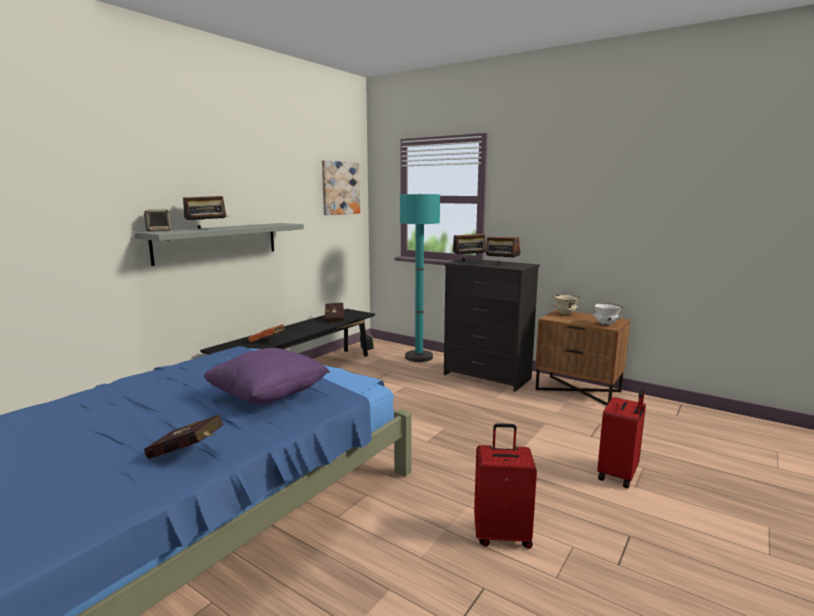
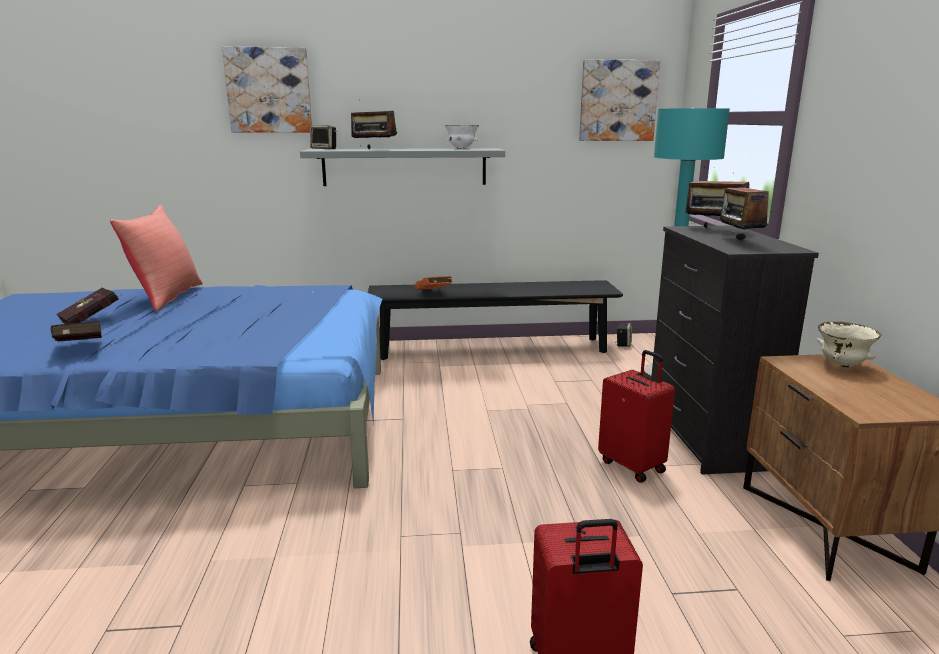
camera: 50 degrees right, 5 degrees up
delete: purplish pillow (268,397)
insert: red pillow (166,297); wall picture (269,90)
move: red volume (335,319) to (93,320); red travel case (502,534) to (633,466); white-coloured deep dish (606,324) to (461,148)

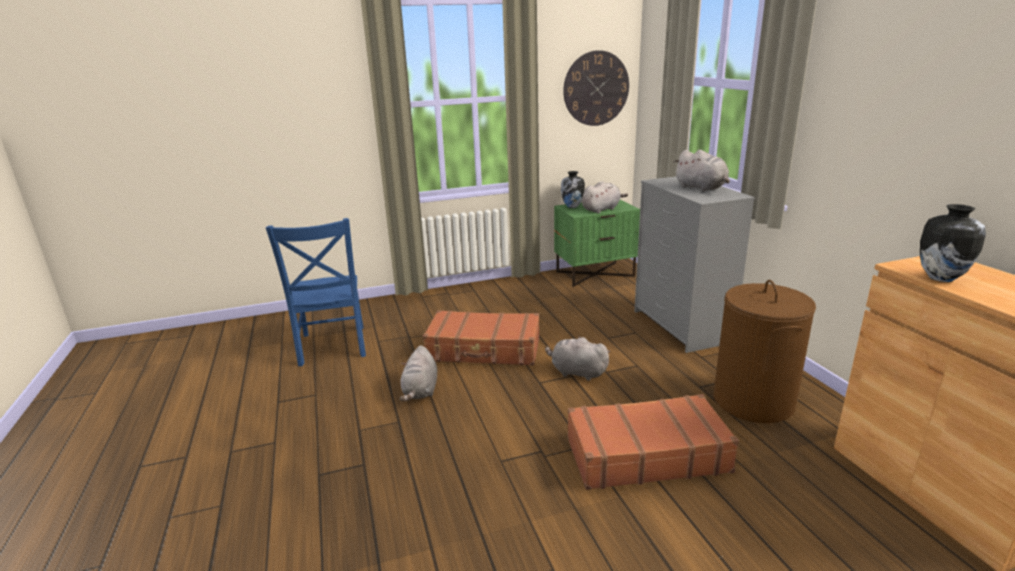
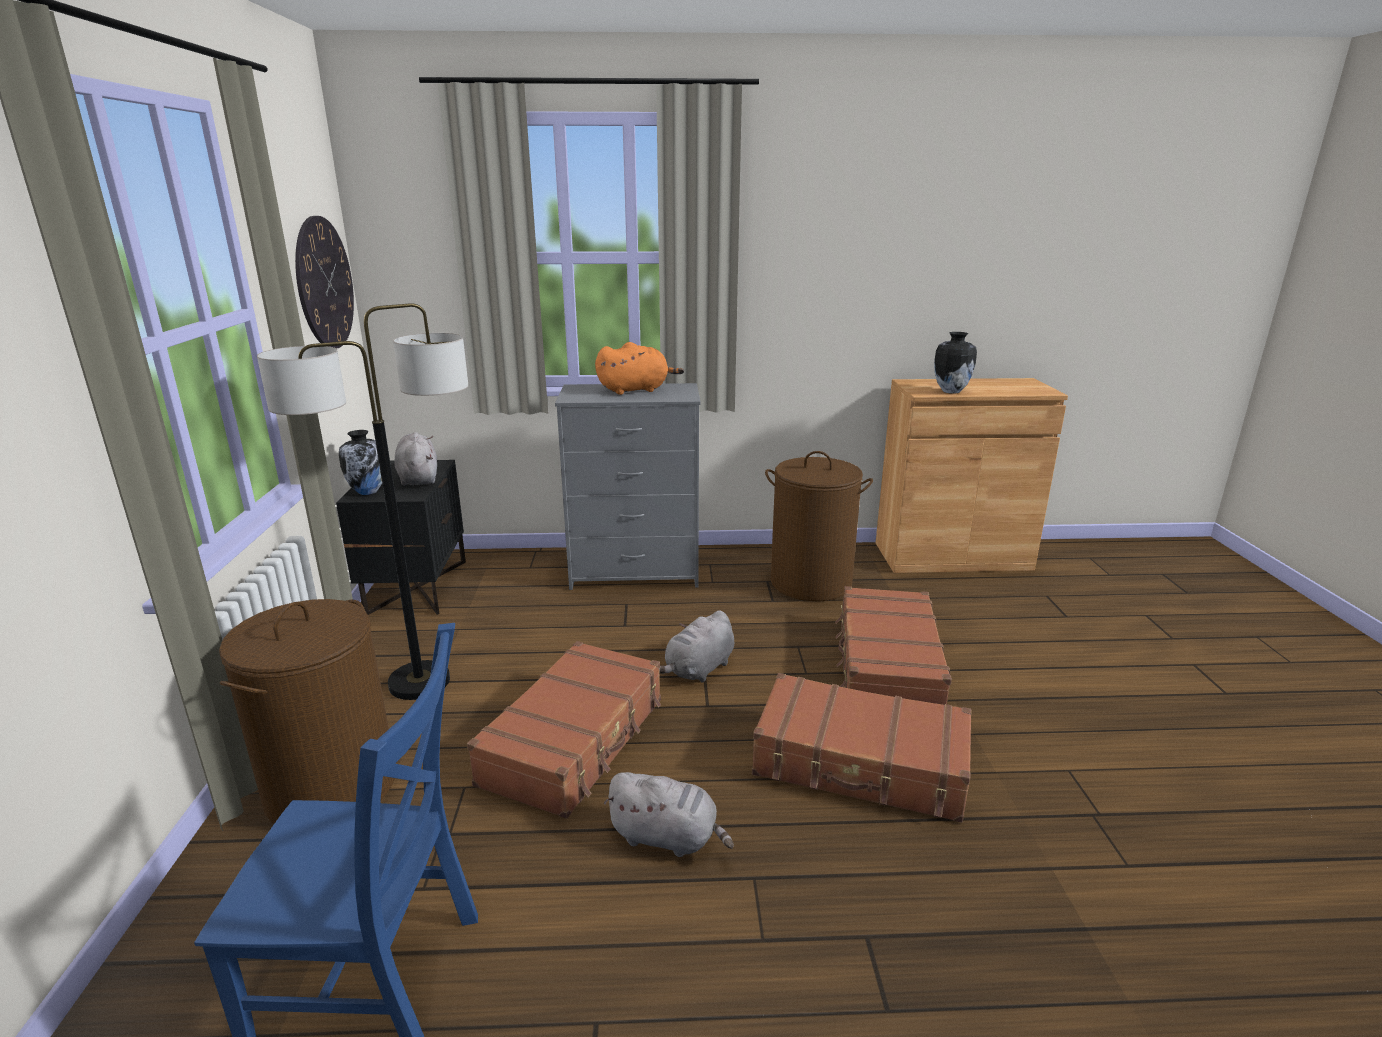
camera: 75 degrees left, 0 degrees up
insert: brown-coloured washing basket (331,787); floor lamp (419,682); brown-coloured travel case (860,764)
recolor: green-coloured nightstand (595,273) to black nightstand (416,587); gray cuddly toy (702,188) to orange-coloured cuddly toy (636,390)

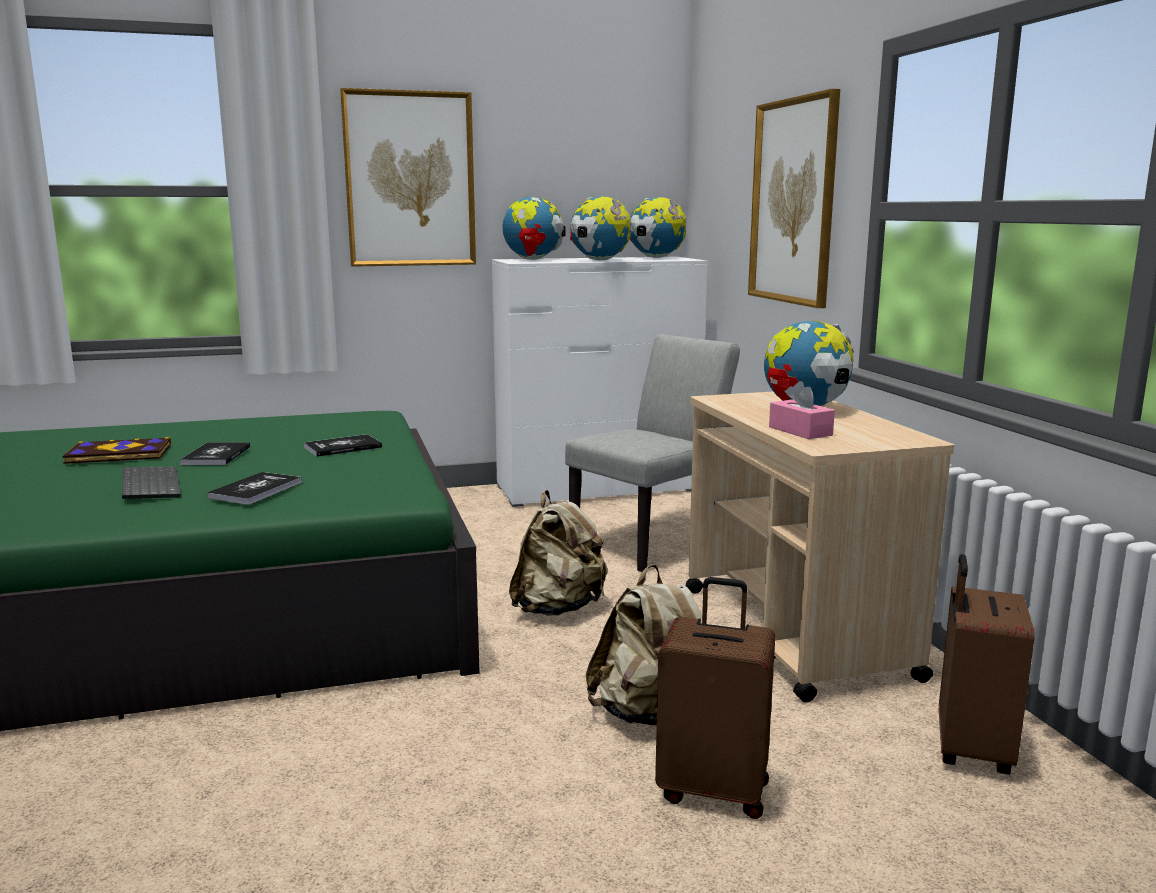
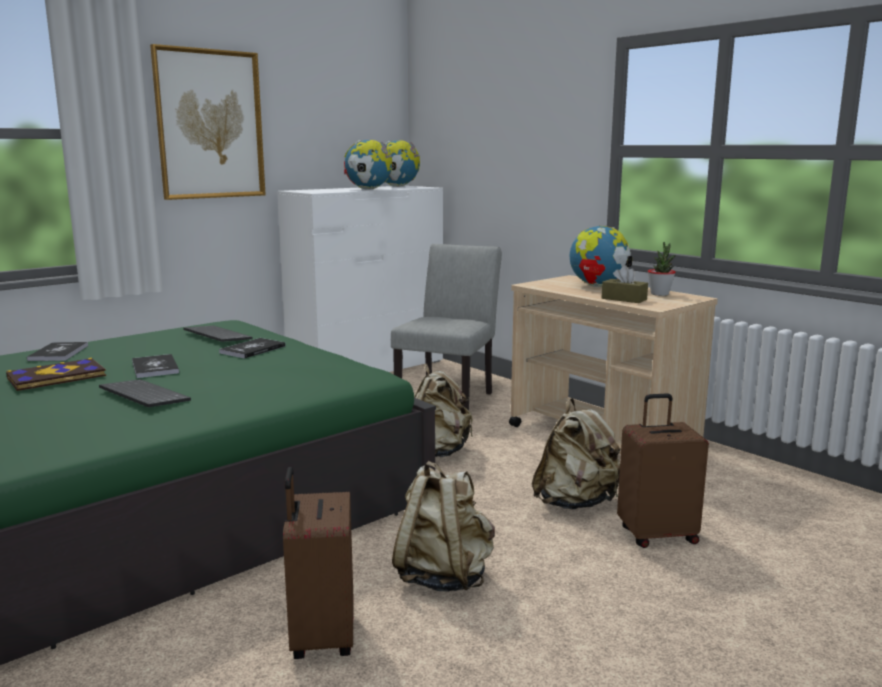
camera: 25 degrees left, 0 degrees up
delete: world globe (533,259); wall picture (793,202)
insert: computer keyboard (215,336); beige-coloured rucksack (444,576); plant in a pot (660,294)
move: volume (255,490) to (58,353); brown-coloured travel case (969,749) to (320,637)
recolor: pink-coloured tissue box (800,431) to brown-coloured tissue box (624,299)

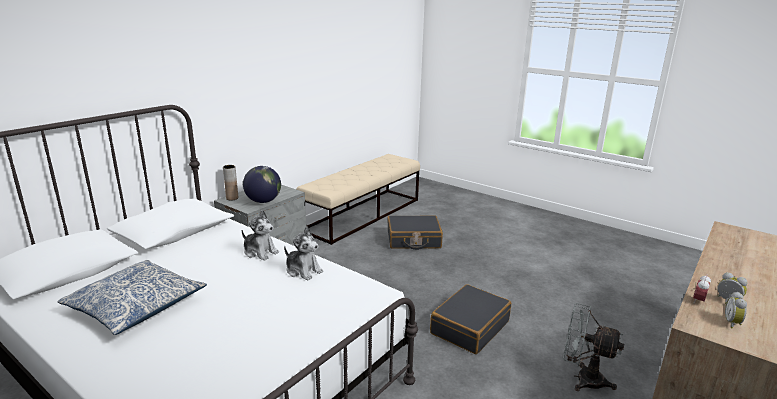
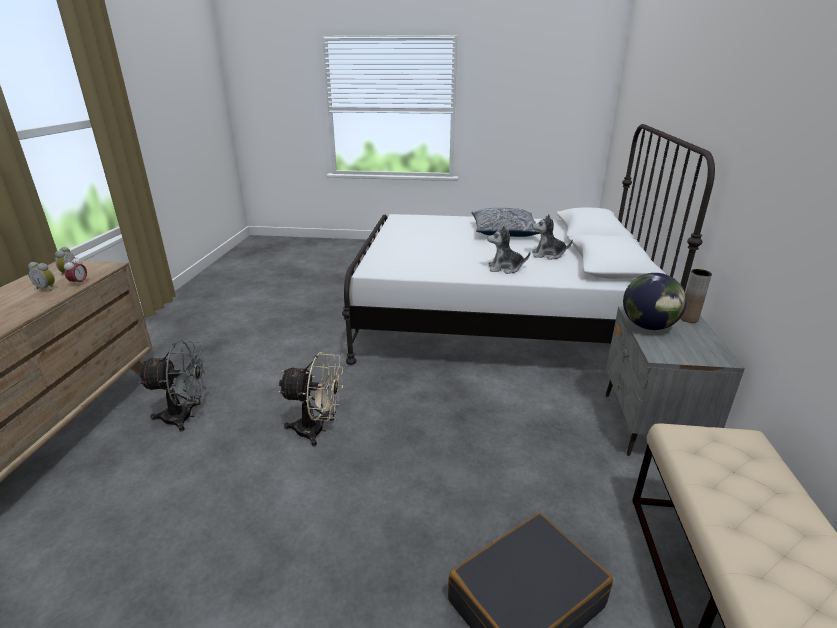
camera: 150 degrees right, 5 degrees up
move: cuddly toy (303,271) to (548,255)
replace: black travel case (469,327) to beige-coloured cooling fan (317,430)

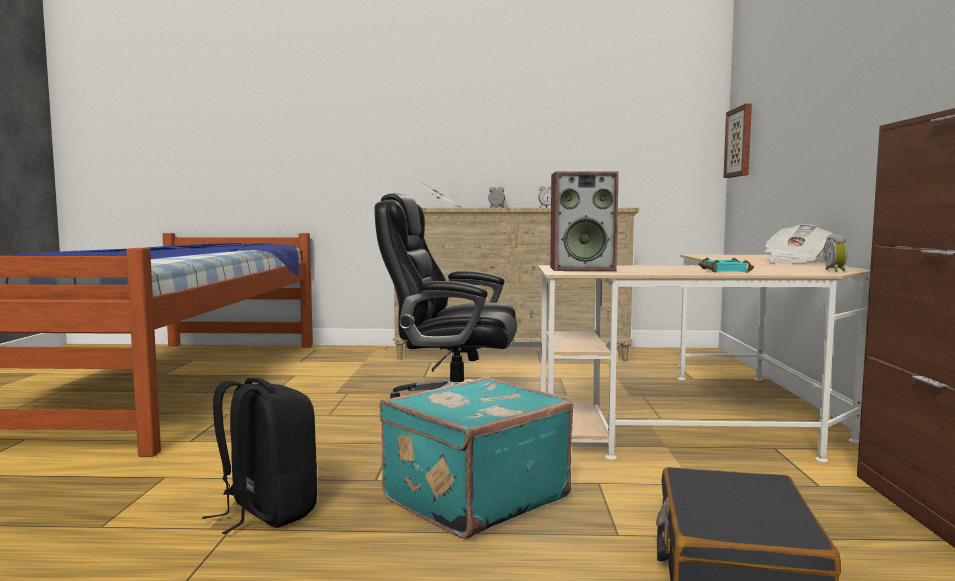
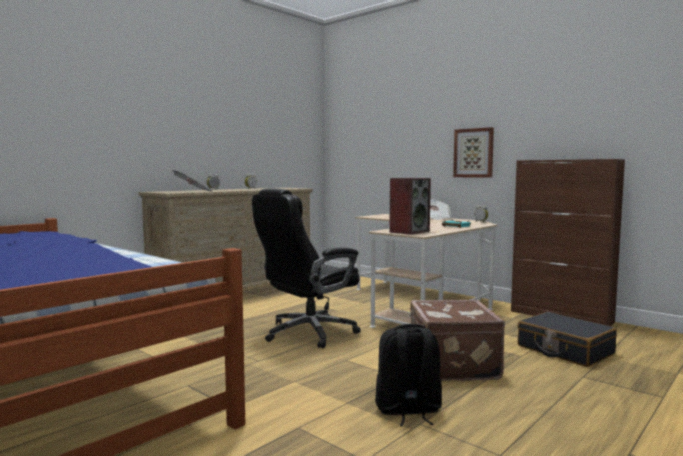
camera: 50 degrees left, 0 degrees up
move: wall picture (739,142) to (473,153)
recolor: turquoise travel case (473,497) to brown-coloured travel case (451,365)

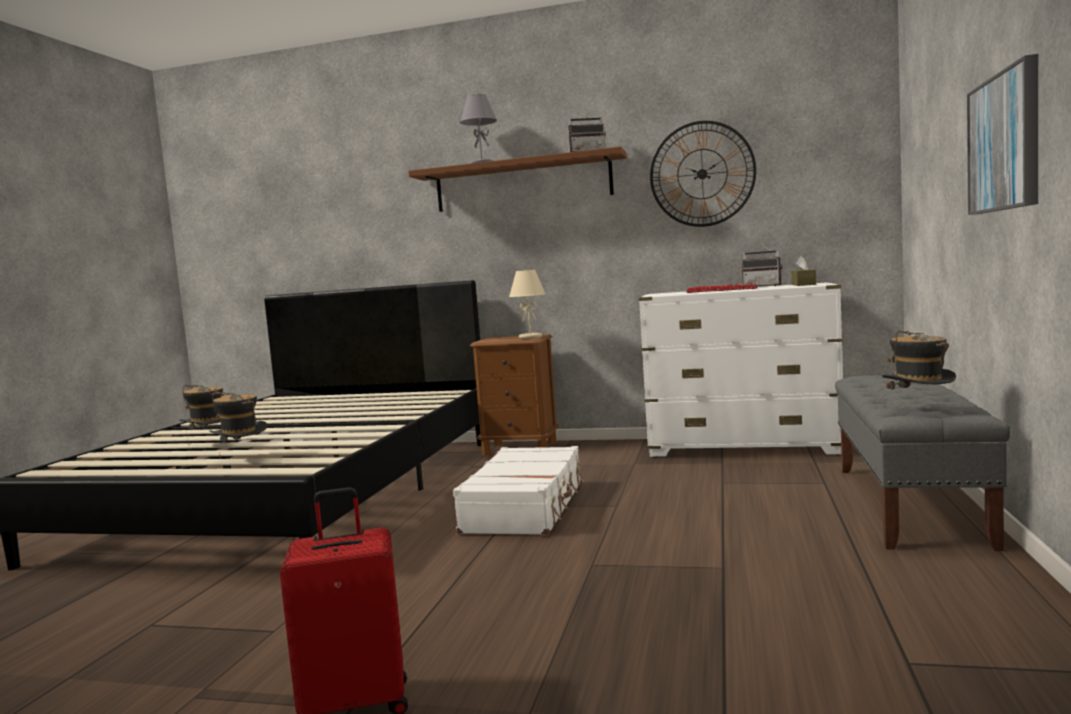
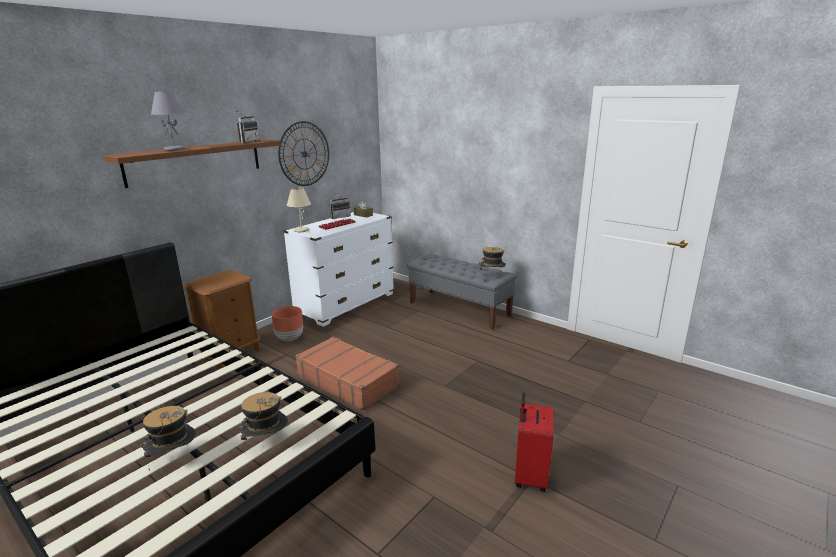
camera: 65 degrees left, 15 degrees up
delete: wall picture (1005,143)
insert: brown-coloured flower pot (289,338)
move: beige-coloured lamp for a table (530,337) to (301,230)
recolor: white-coloured travel case (525,507) to brown-coloured travel case (348,380)

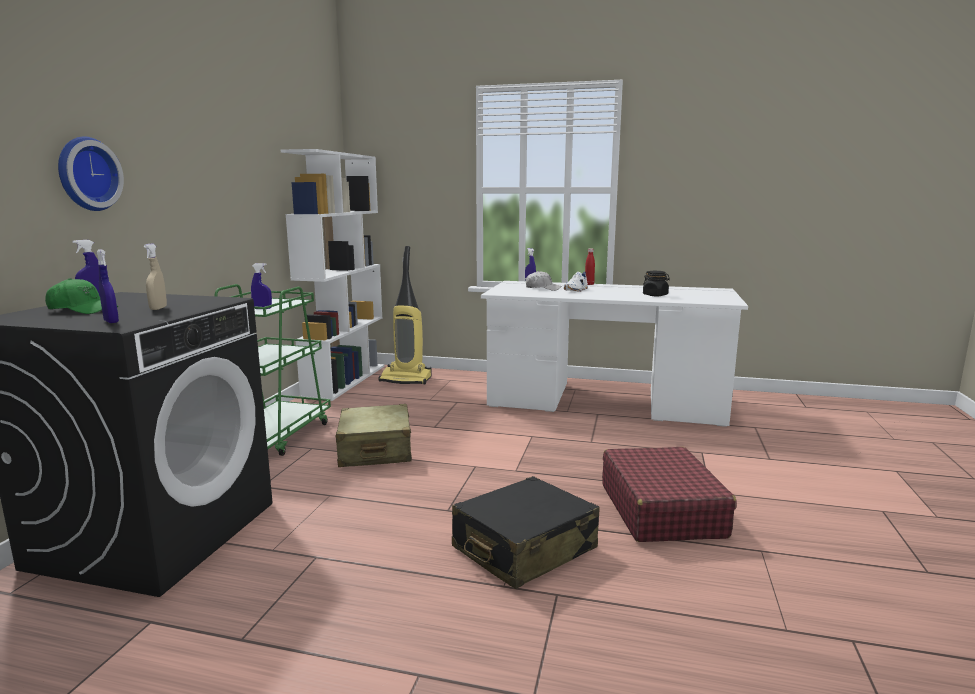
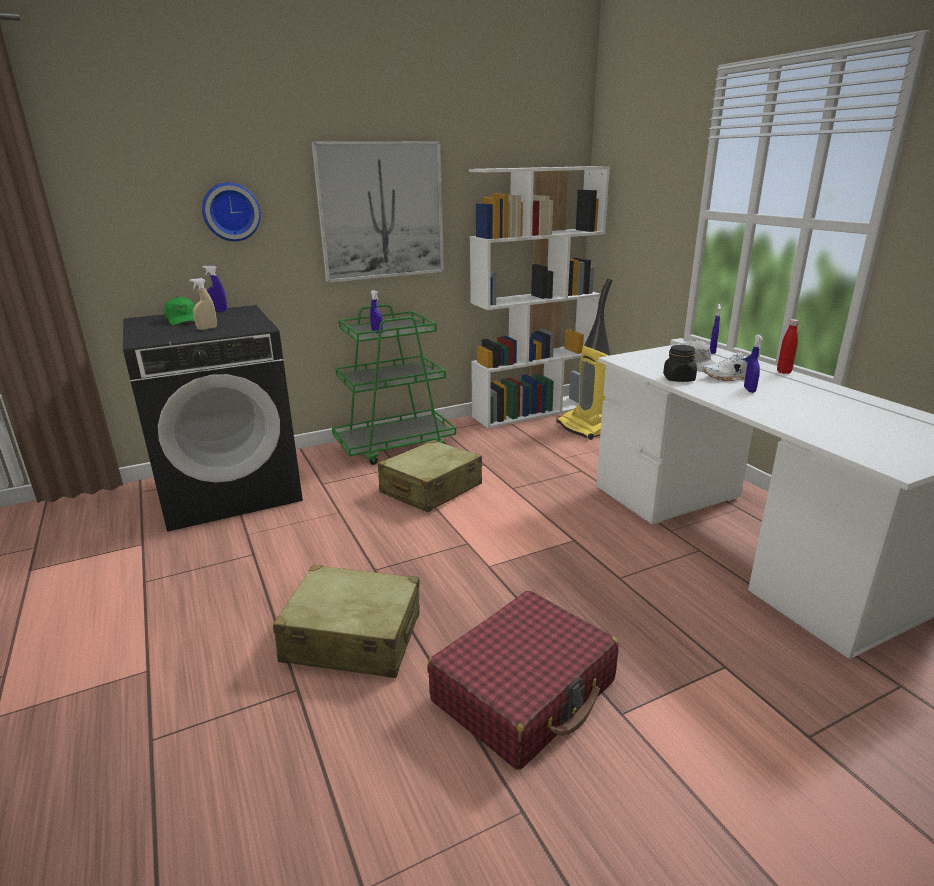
camera: 50 degrees right, 10 degrees up
insert: wall picture (381,211)
move: bluish spray bottle (111,321) to (749,390); black preserve jar (655,295) to (679,379)
recolor: black travel case (524,549) to beige-coloured travel case (353,637)

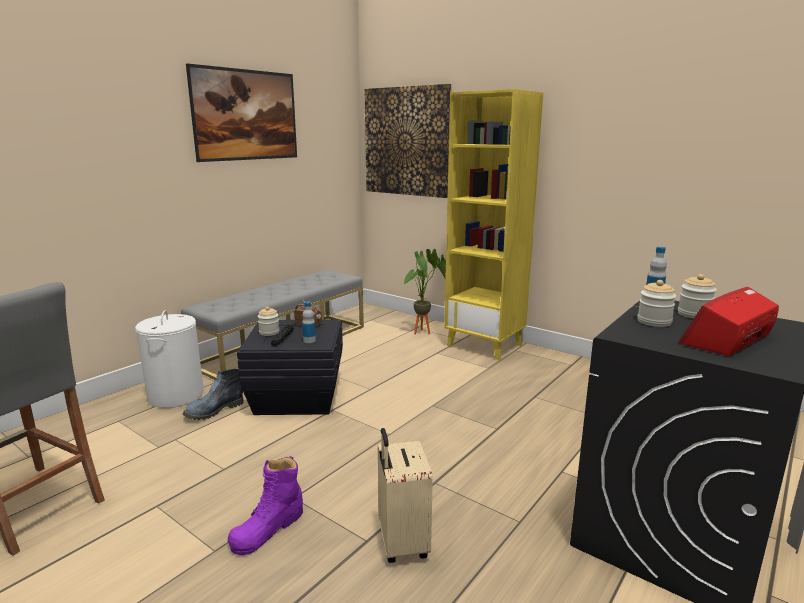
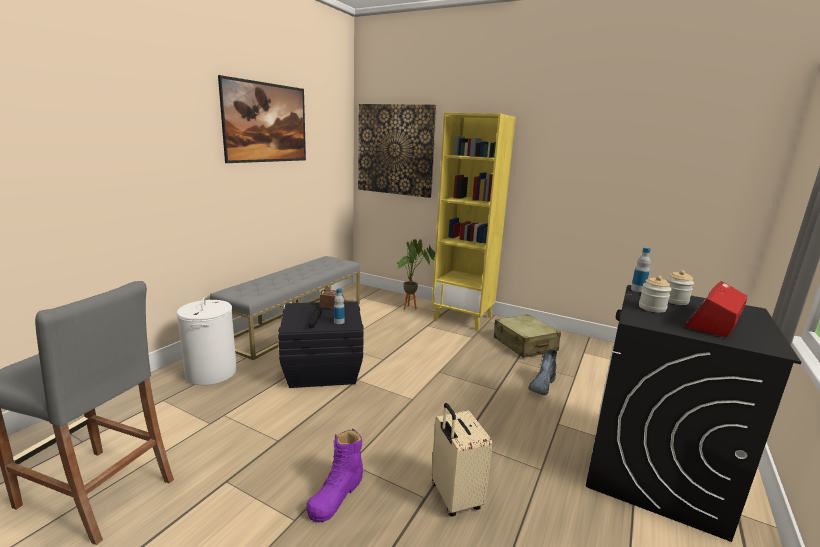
camera: 10 degrees left, 0 degrees up
delete: preserve jar (269,332)
insert: beige-coloured travel case (524,344)
move: tall boot (214,411) to (542,386)

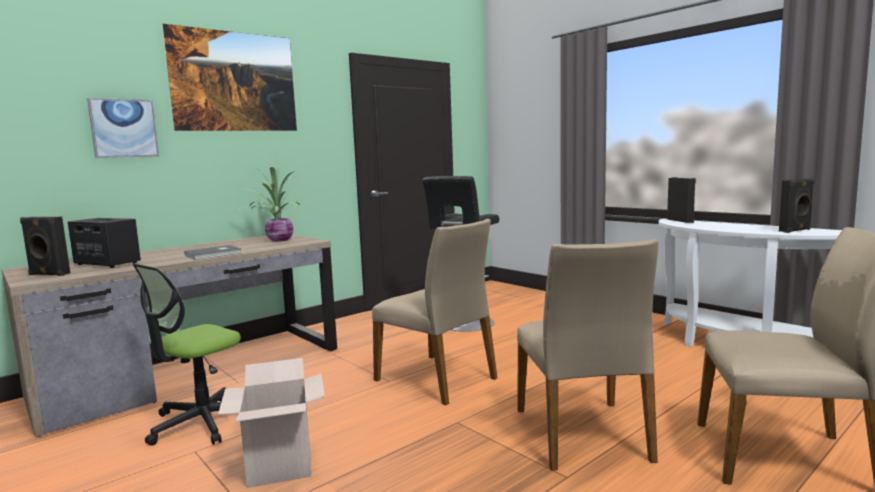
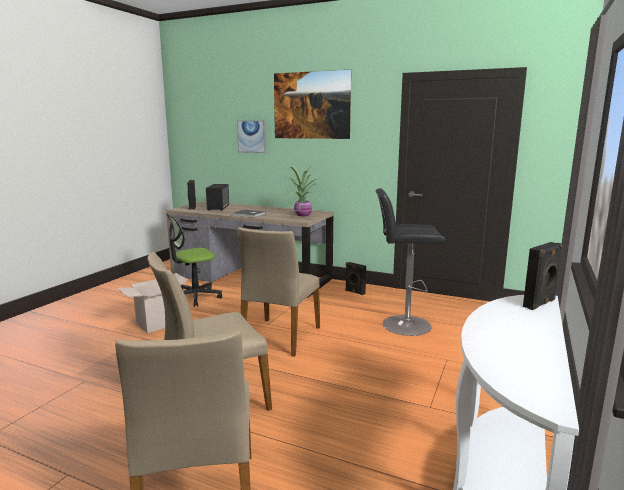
camera: 65 degrees right, 5 degrees up
move: black speaker (795,230) to (354,292)
rotate: office chair (202,423) = (194,297) 45 degrees counterclockwise

